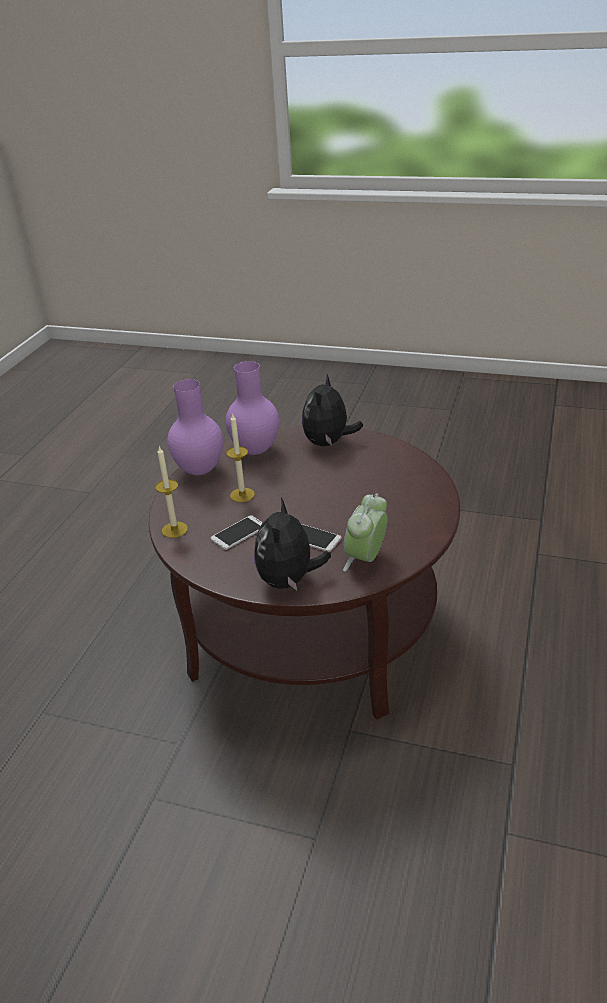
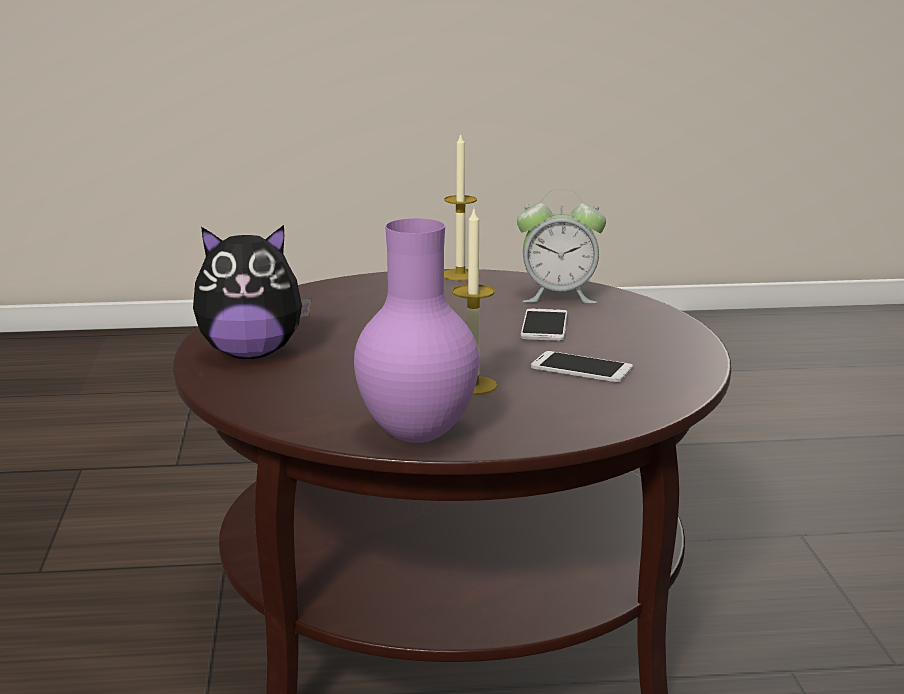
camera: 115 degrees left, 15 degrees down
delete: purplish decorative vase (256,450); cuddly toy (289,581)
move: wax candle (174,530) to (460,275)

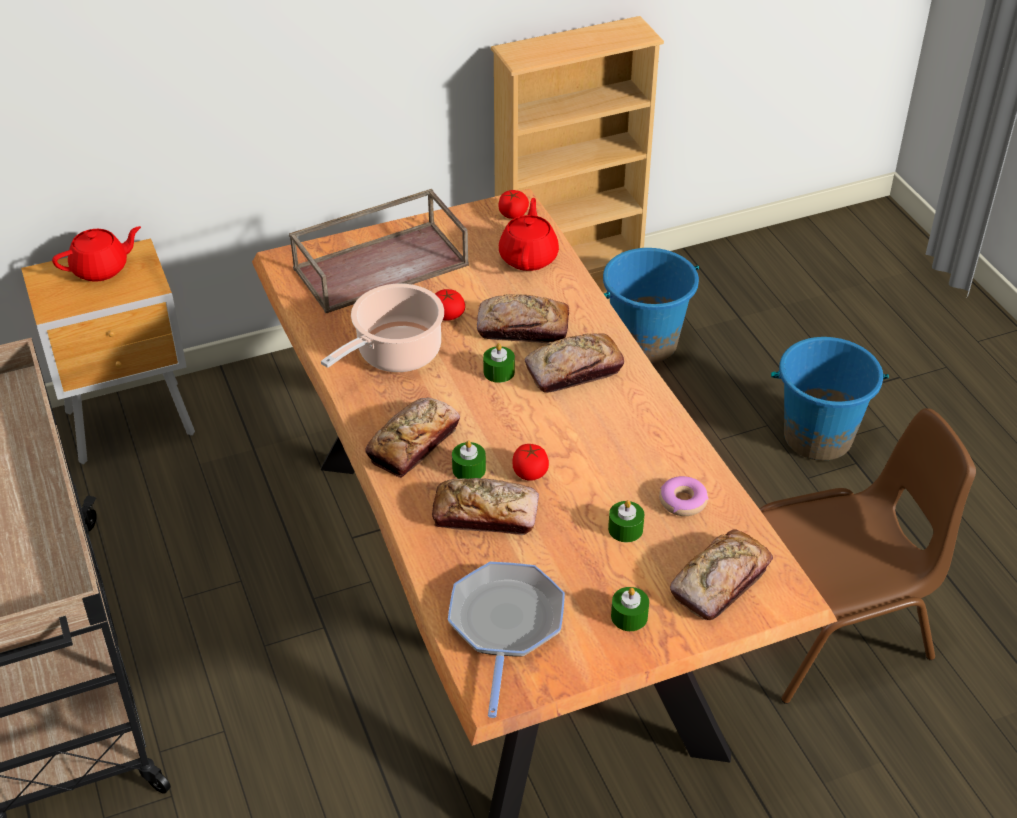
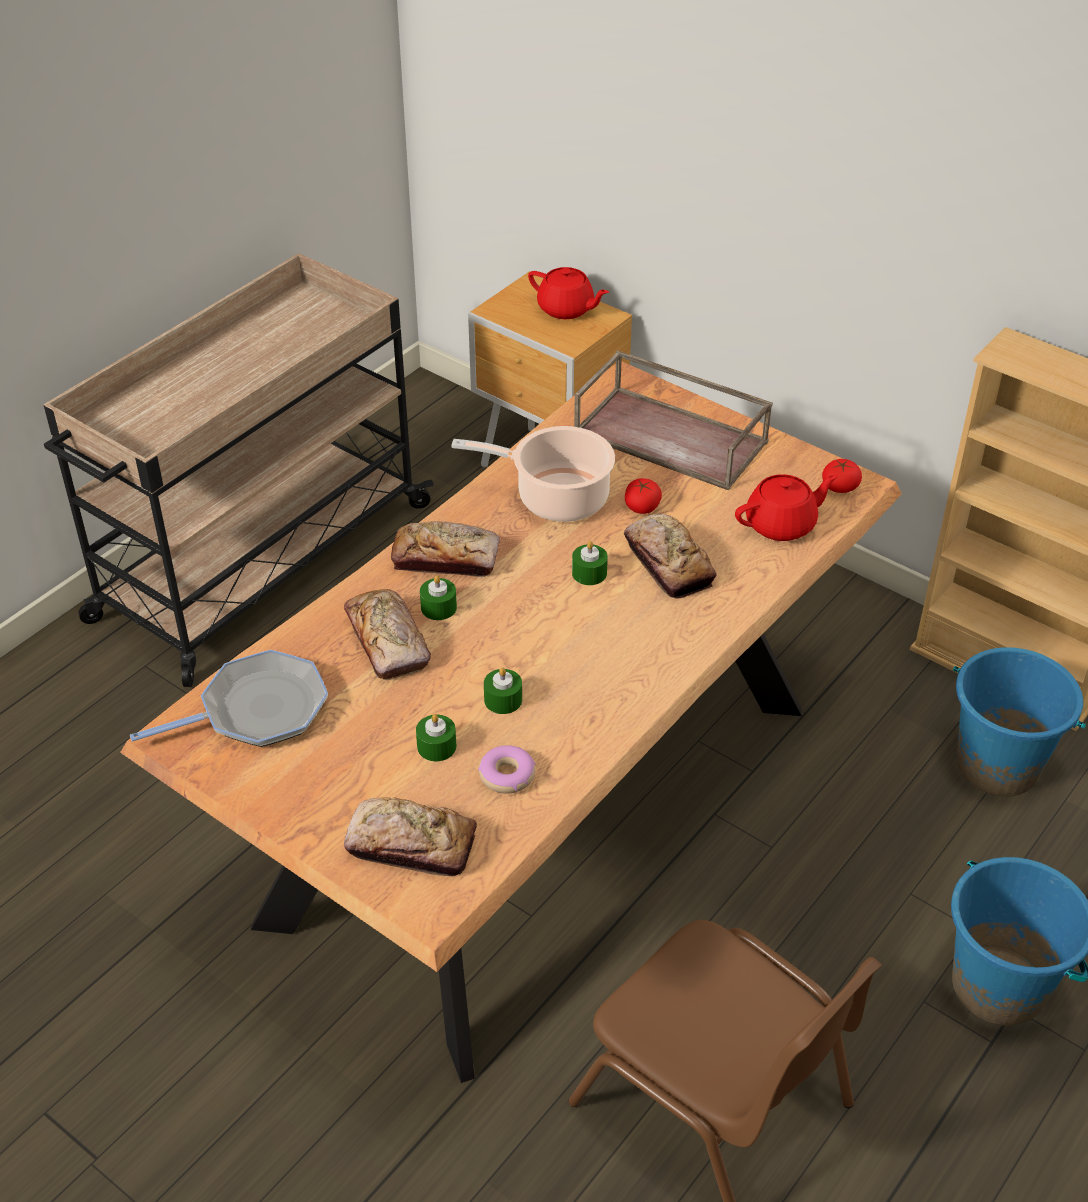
camera: 60 degrees right, 0 degrees up
delete: fresh tomato (530,472); bakery bread (574,370)
move: green-coloured wax candle (629,616) to (503,700)

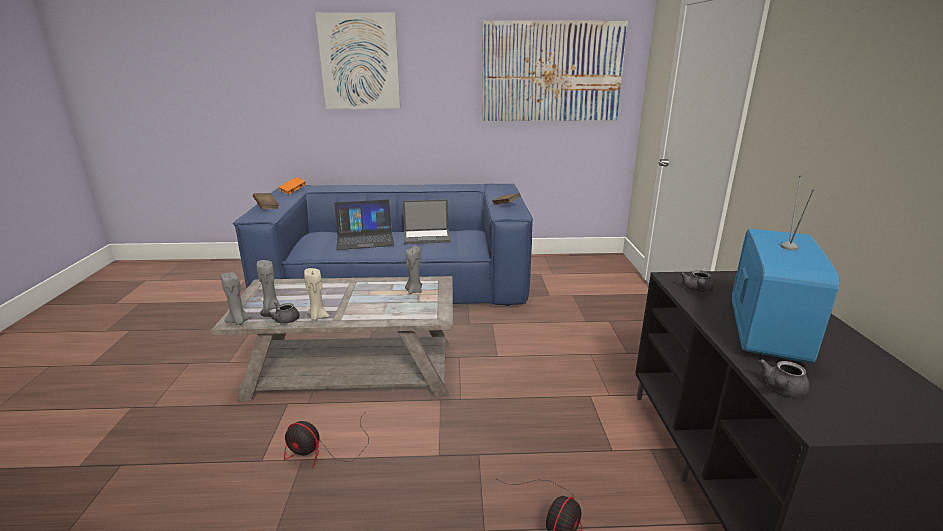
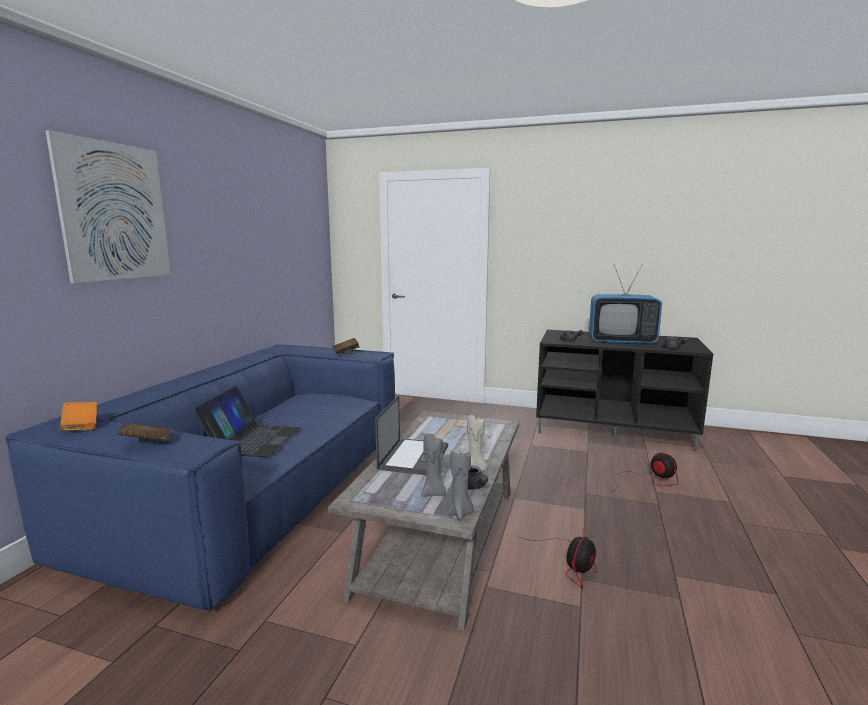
camera: 70 degrees left, 10 degrees down
delete: gray wax candle (414,291); wall picture (552,72)
move: laptop (427,237) to (413,456)
rotate: TV (764,333) = (621,342) 150 degrees clockwise

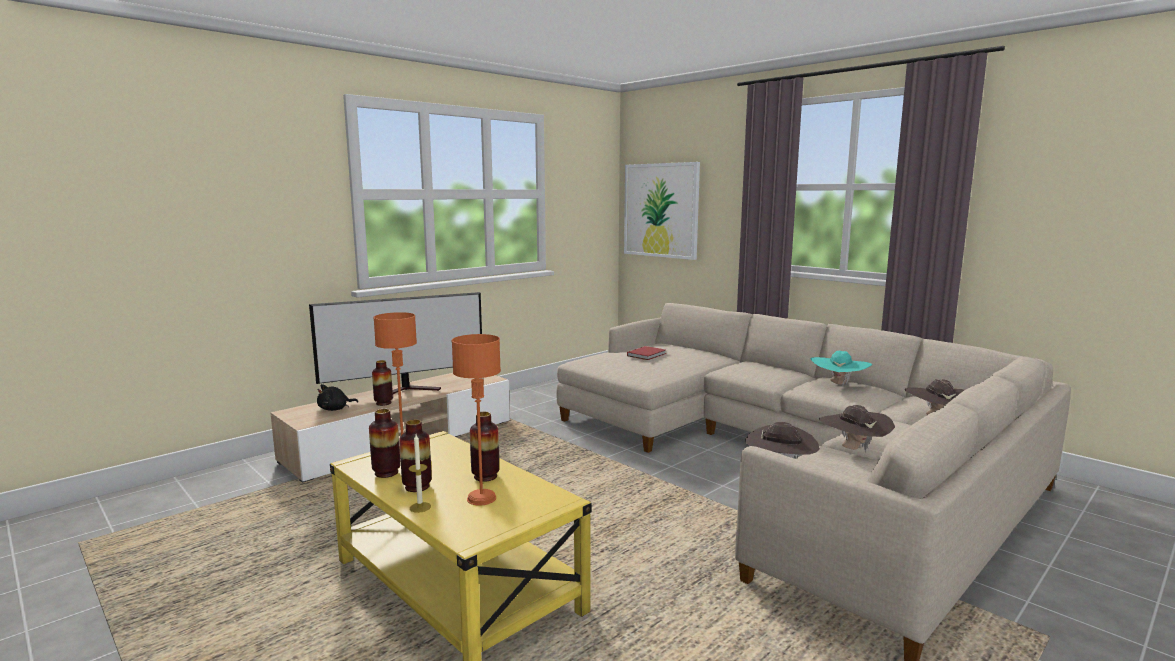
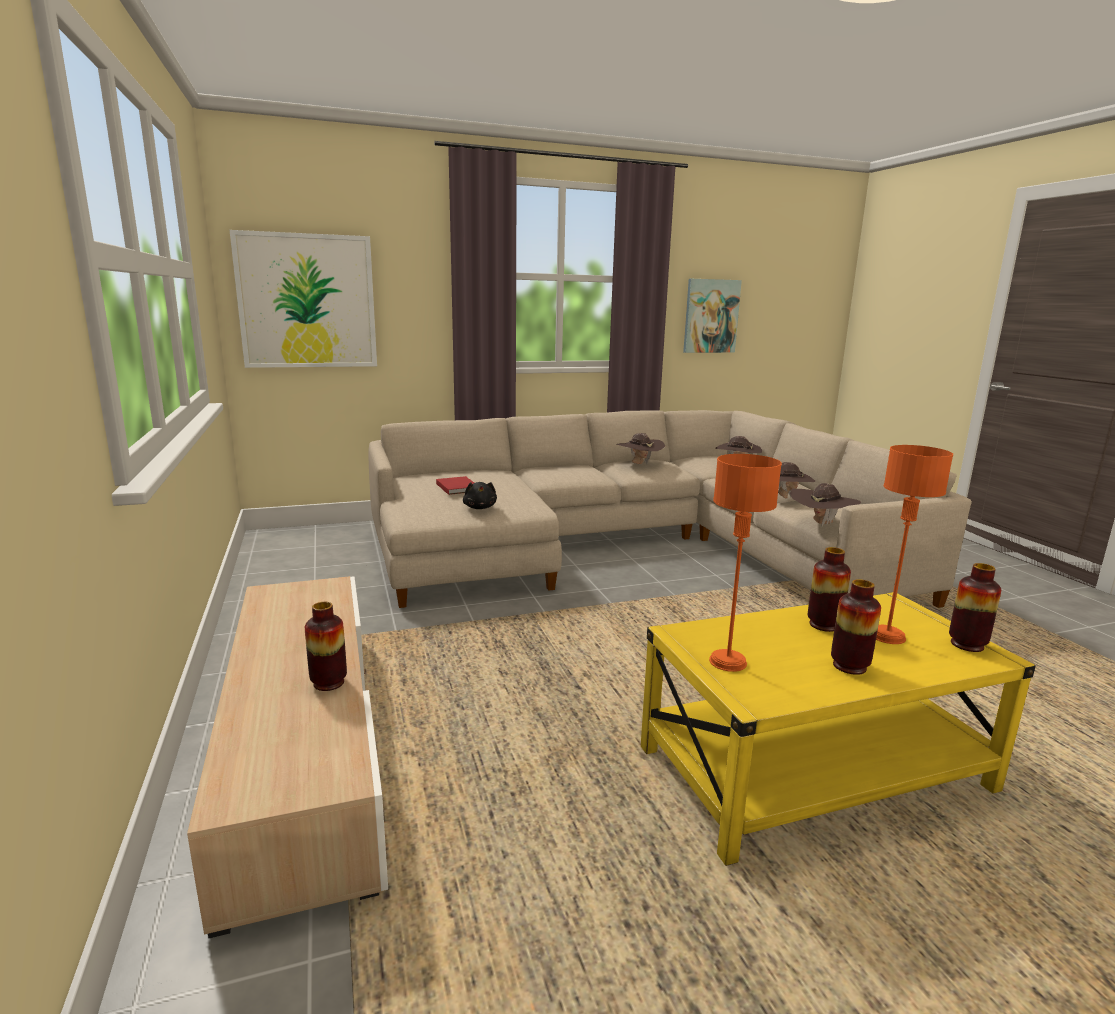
camera: 65 degrees left, 5 degrees up
delete: TV (409,390); wax candle (420,507)
insert: wall picture (711,316)
move: black cuddly toy (335,409) to (480,507); decorative vase (386,473) to (967,645)
recolor: turquoise clothing hat (838,384) to brown-coloured clothing hat (639,464)

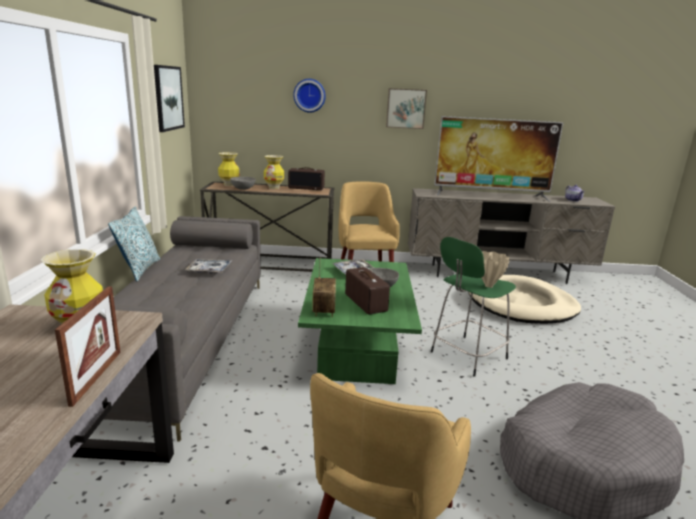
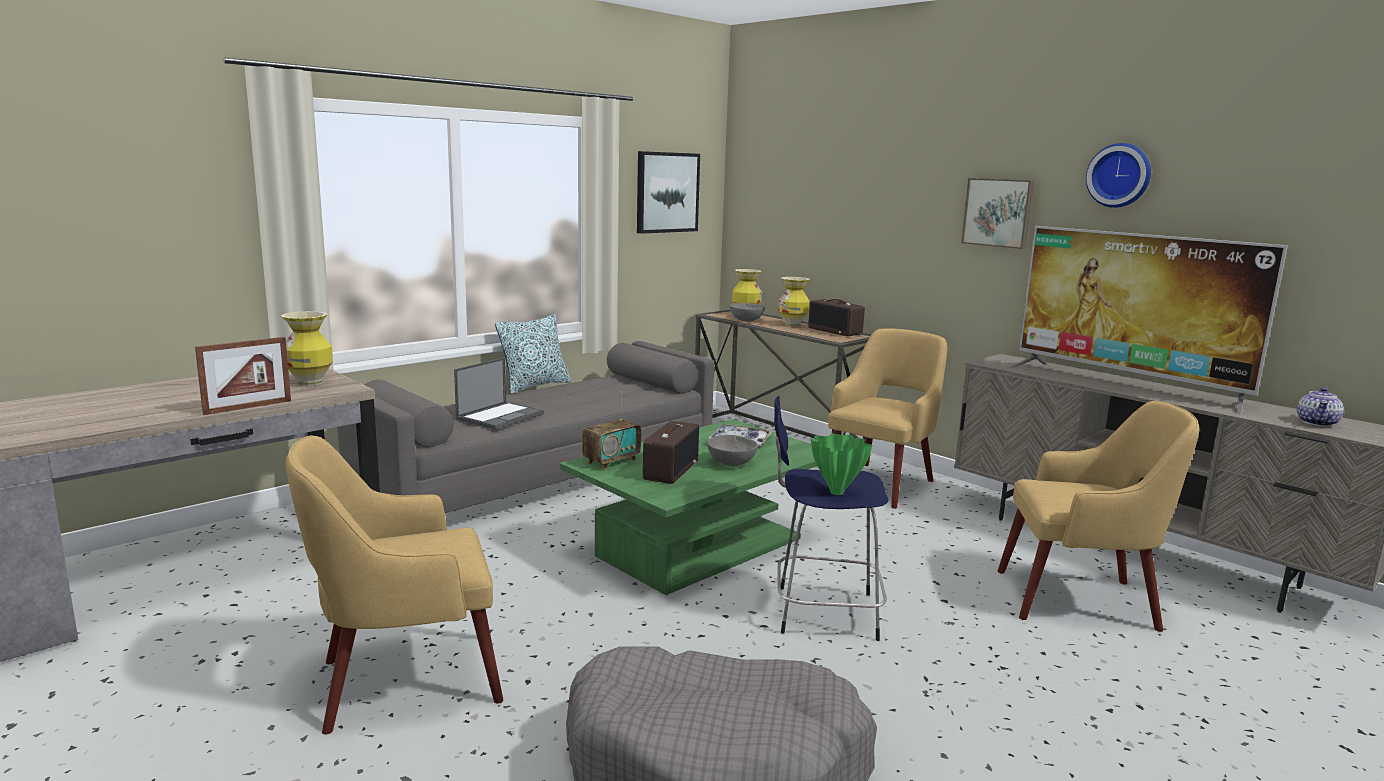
camera: 45 degrees right, 5 degrees down
delete: tray (209,270)
insert: laptop (501,416)
move: clock on the wall (309,95) to (1120,175)
replace: beige-coloured pet bed (521,304) to yellow-coloured lounge chair (1081,600)
recolor: green-coloured sitting stool (467,356) to bluish sitting stool (822,612); beige-coloured decorative vase (488,285) to green-coloured decorative vase (837,492)

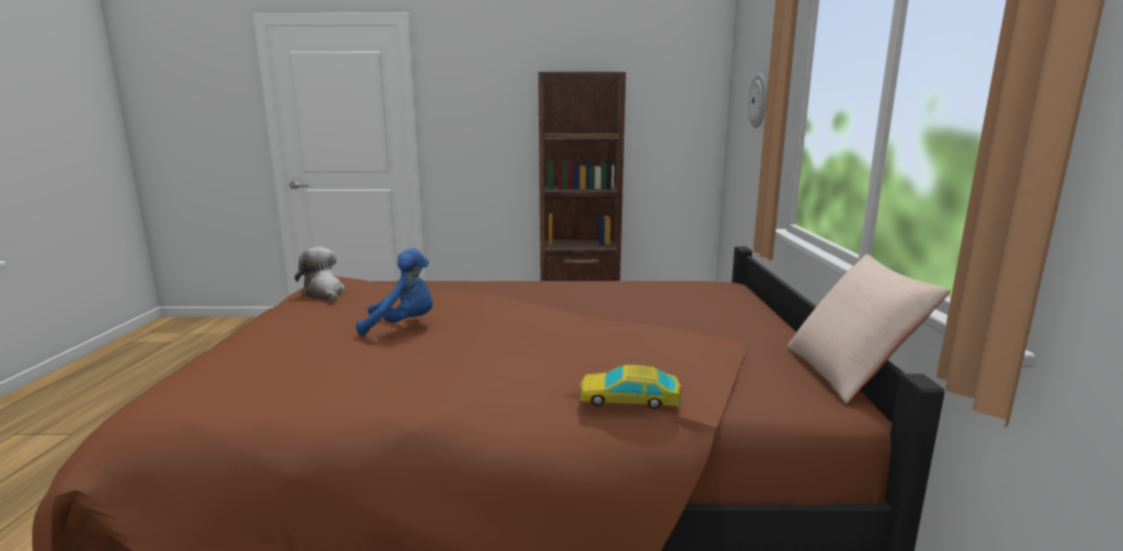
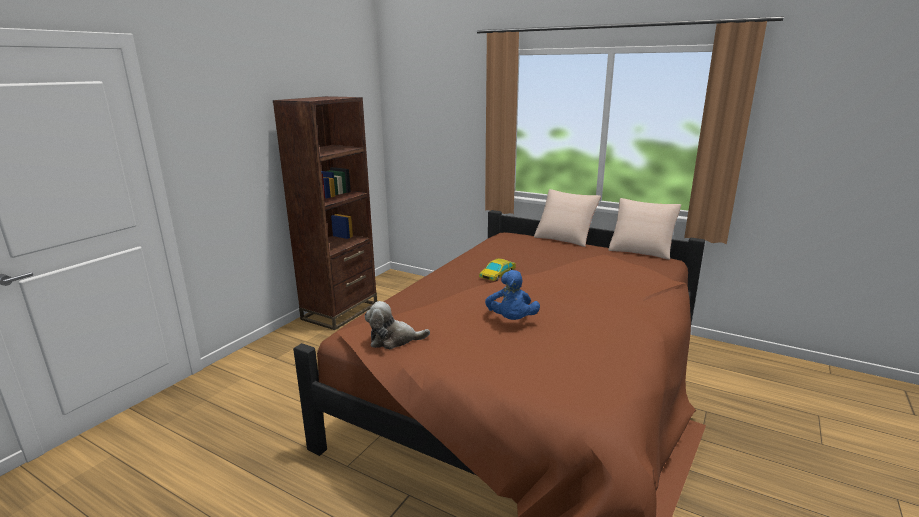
camera: 60 degrees left, 5 degrees up
delete: clock on the wall (759,100)
insert: beige-coloured pillow (565,238)
move: miniature car (629,399) to (497,274)
rotate: bluish cuddly toy (403,325) = (511,320) 150 degrees clockwise

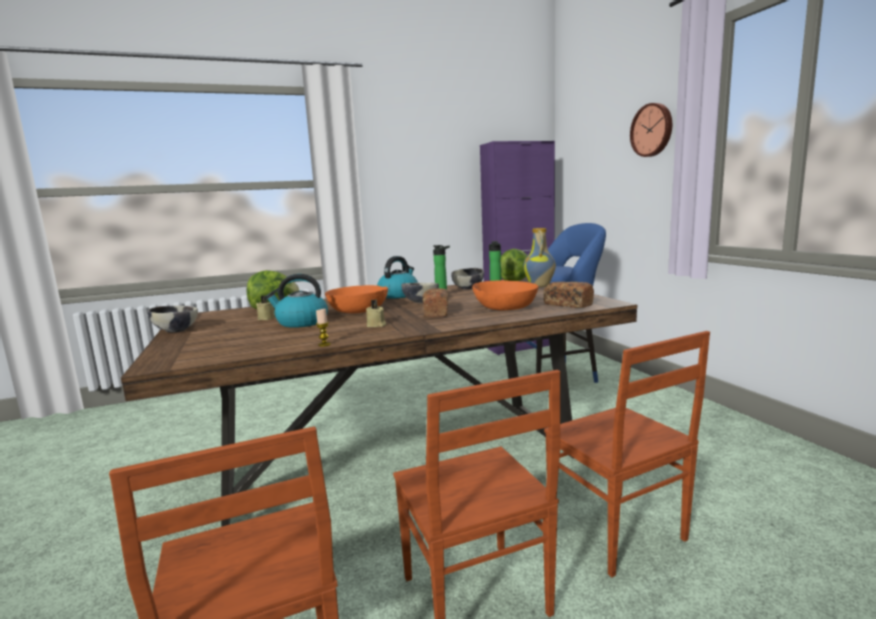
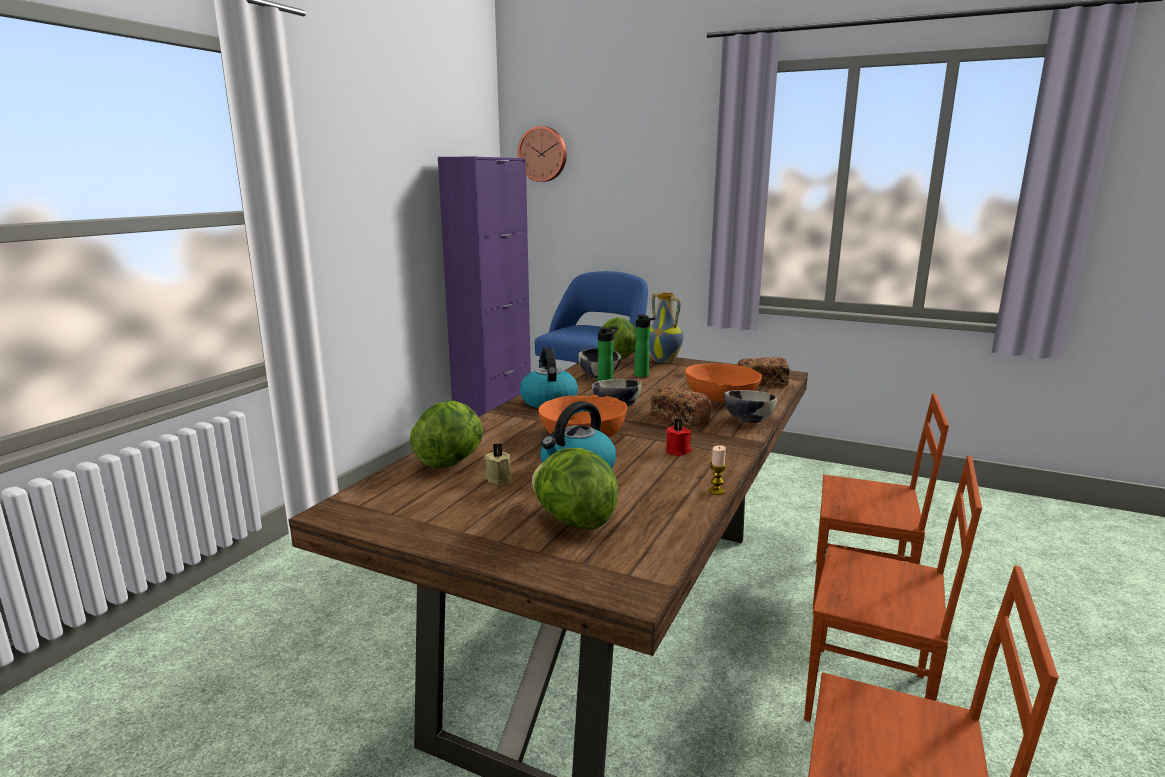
camera: 45 degrees left, 5 degrees up
insert: lettuce (573,520)
move: deep dish (176,331) to (748,420); clock on the wall (652,130) to (543,154)
recolor: beige-coloured wax candle (376,325) to red wax candle (678,451)

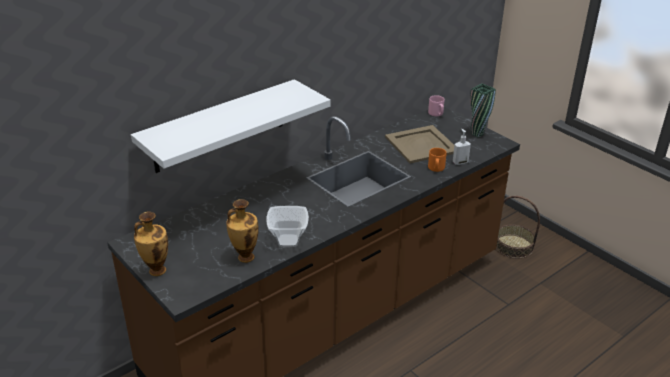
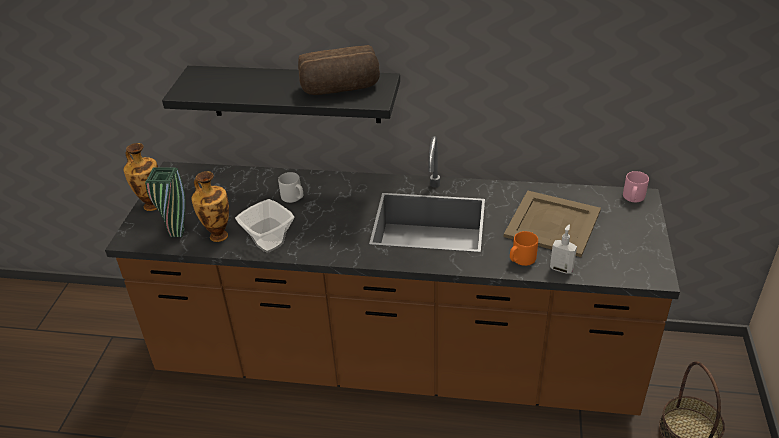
camera: 50 degrees right, 5 degrees up
insert: gray coffee mug (293,197); bakery bread (340,89)
move: green-coloured decorative vase (477,134) to (177,233)
recolor: white-coloured shelf (220,126) to black shelf (295,94)

